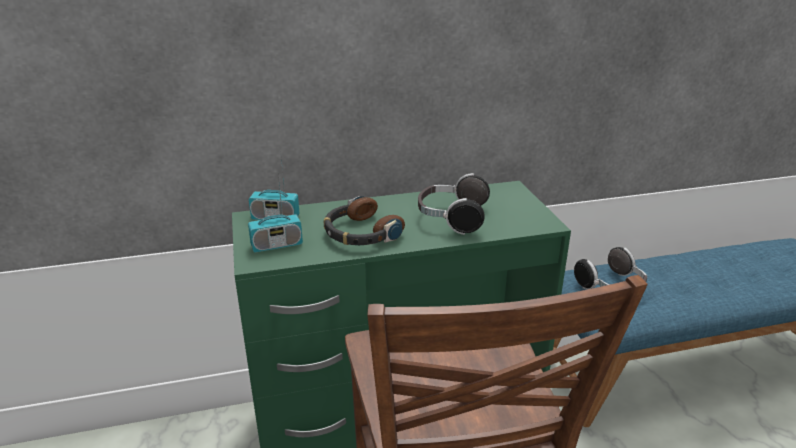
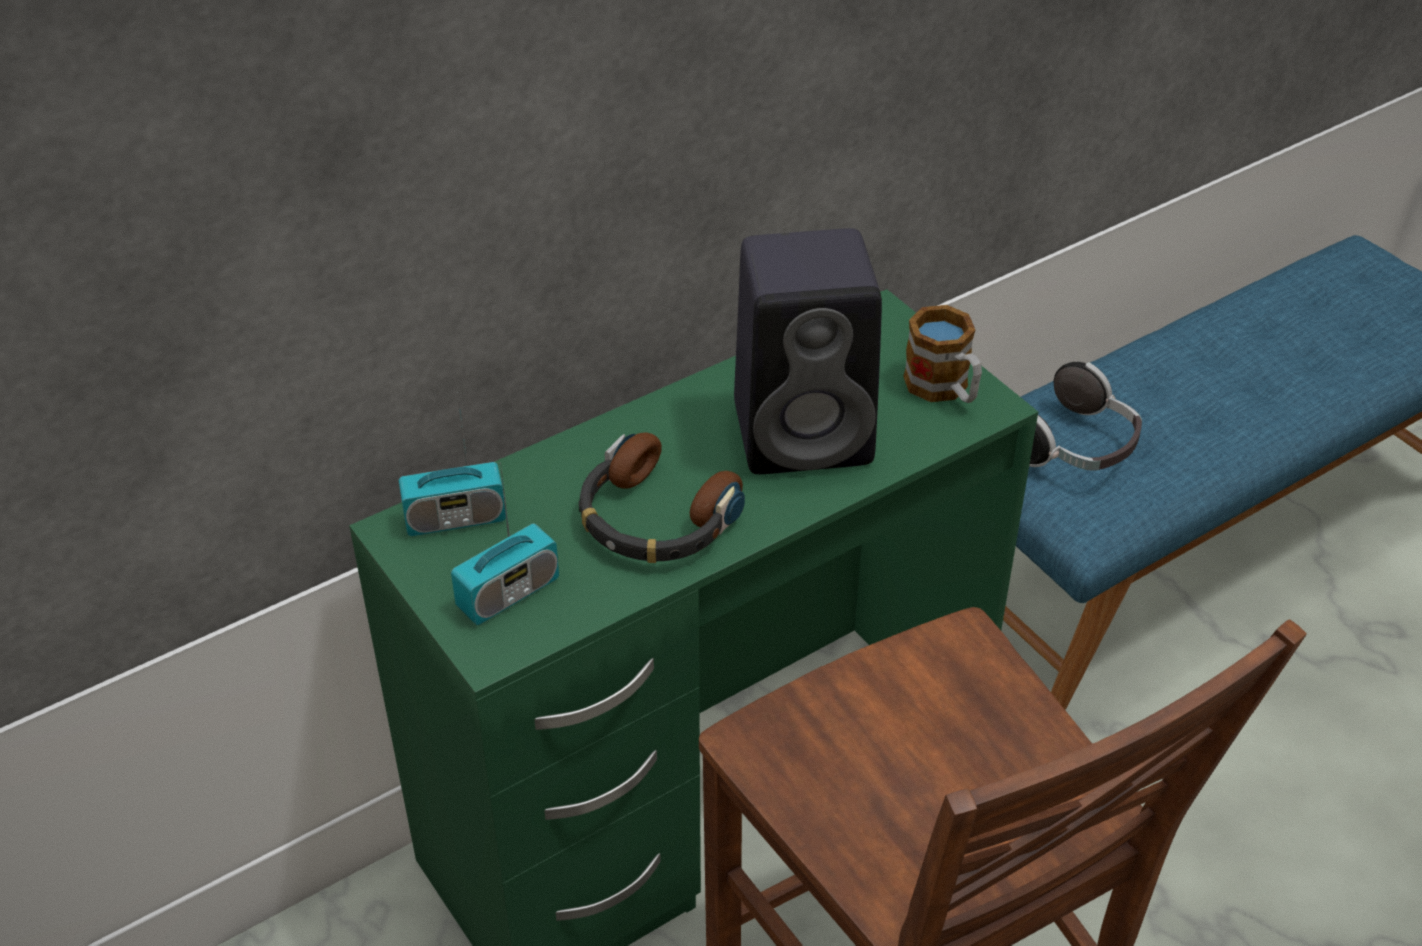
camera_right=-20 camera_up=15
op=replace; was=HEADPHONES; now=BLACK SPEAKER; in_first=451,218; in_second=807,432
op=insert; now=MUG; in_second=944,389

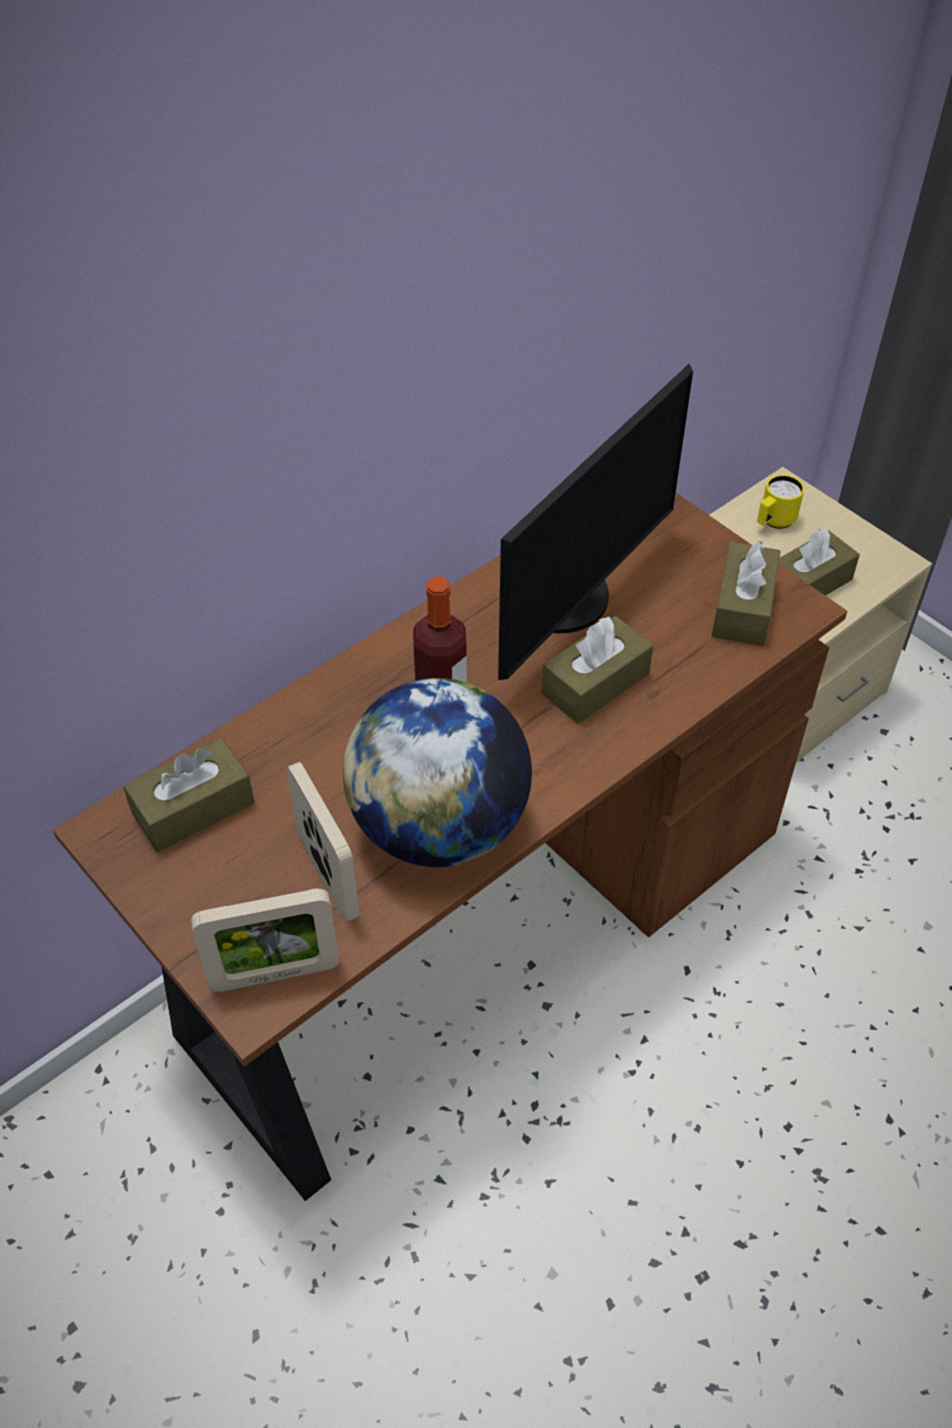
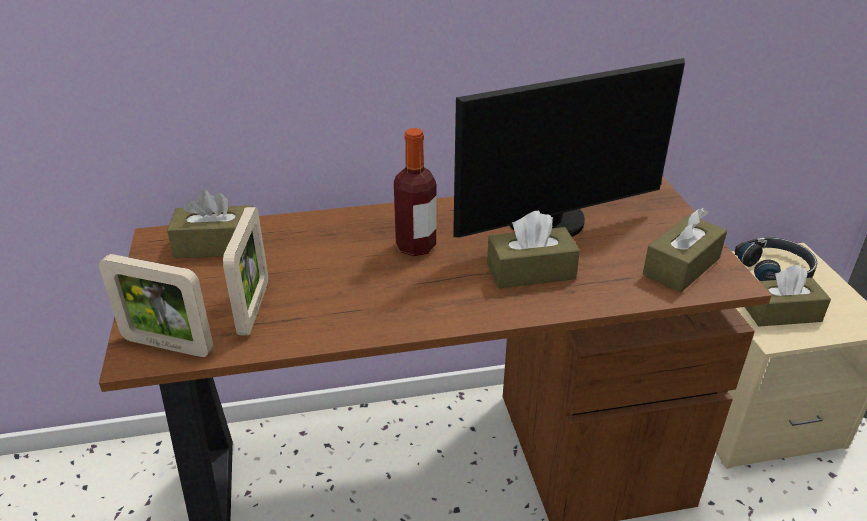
camera_right=30 camera_up=-15
op=delete; was=GLOBE; in_first=439,826
op=replace; was=YELLOW MUG; now=BLACK HEADPHONES; in_first=773,522; in_second=776,270

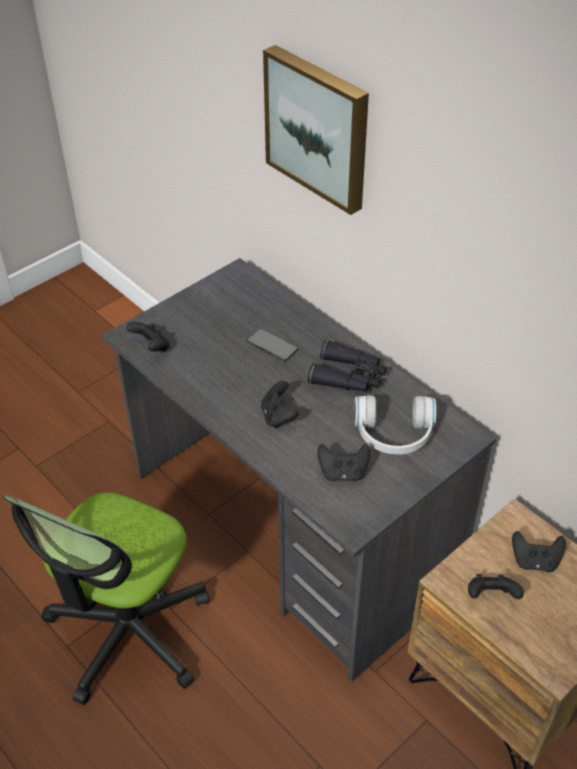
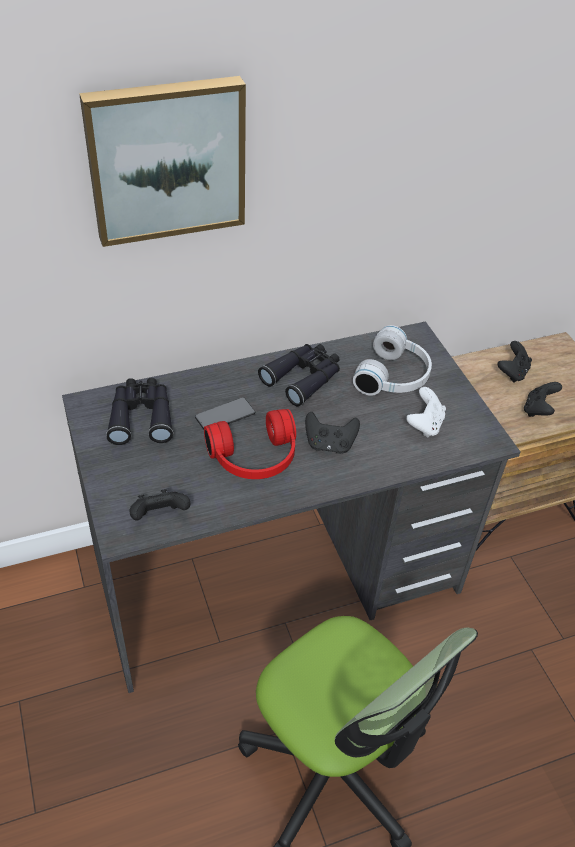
camera_right=-70 camera_up=0
op=recolor; was=BLACK GAME CONTROLLER; now=WHITE GAME CONTROLLER; in_first=343,473; in_second=424,425
op=insert; now=BLACK BINOCULARS; in_second=141,416
op=insert; now=RED HEADPHONES; in_second=255,459

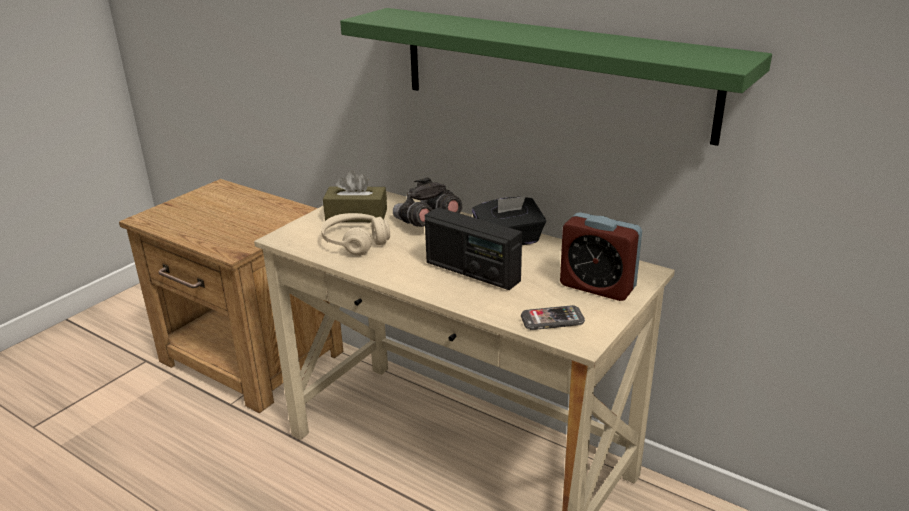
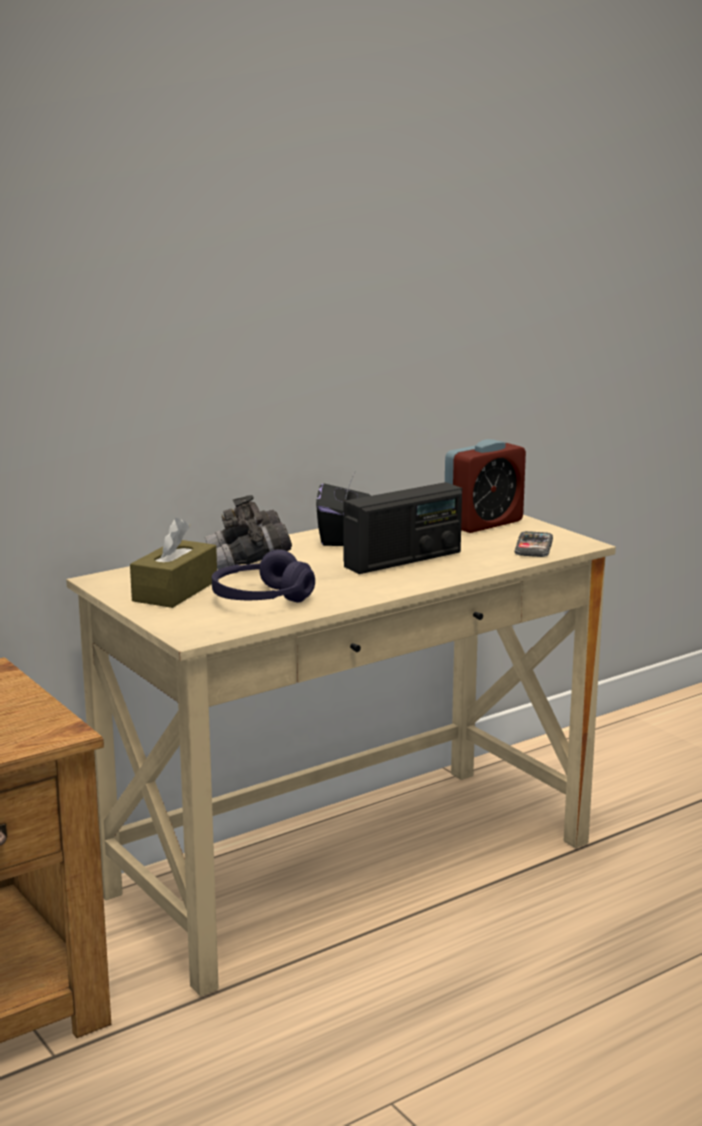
camera_right=-70 camera_up=-10
op=recolor; was=BEIGE HEADPHONES; now=PURPLE HEADPHONES; in_first=355,242; in_second=261,599
op=delete; was=GREEN SHELF; in_first=550,71

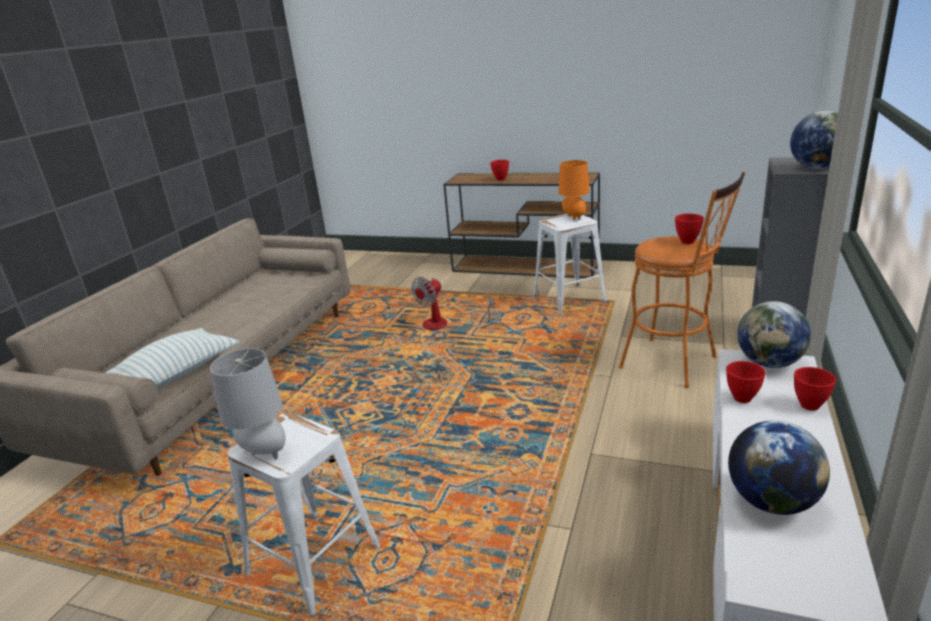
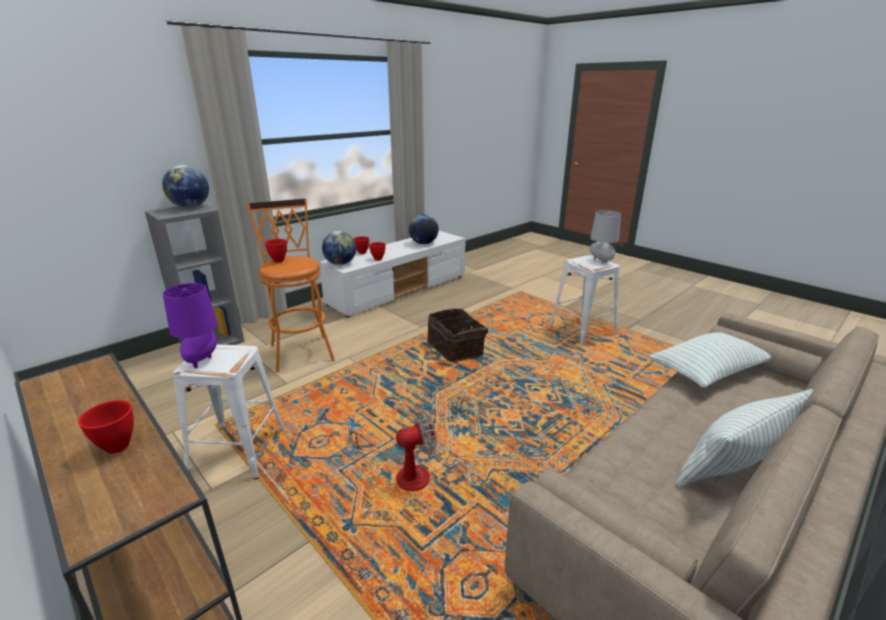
camera_right=-155 camera_up=0
op=recolor; was=ORANGE TABLE LAMP; now=PURPLE TABLE LAMP; in_first=574,218; in_second=202,360
op=insert; now=BASKET; in_second=456,348
op=insert; now=PILLOW; in_second=733,466

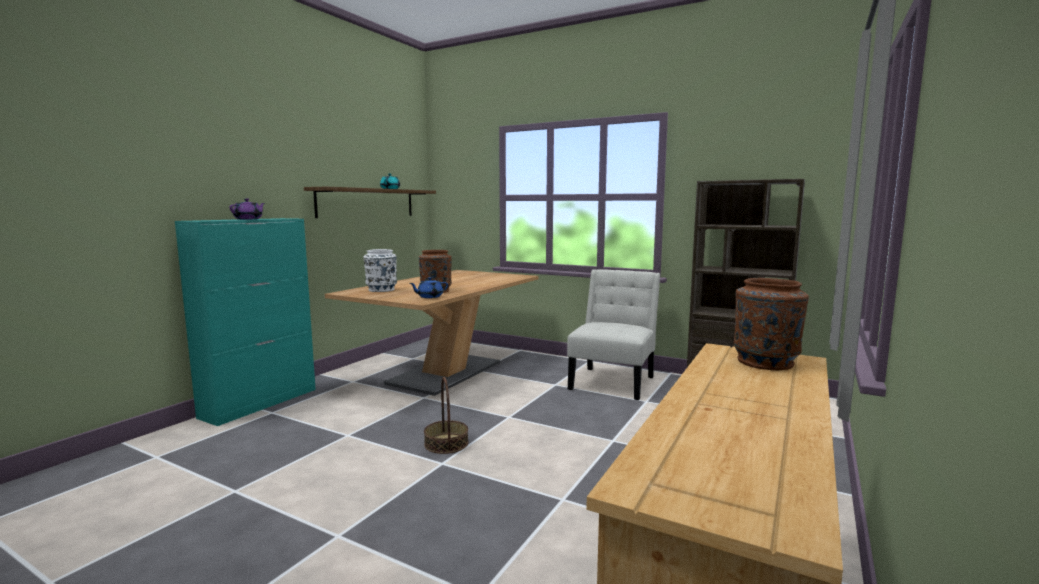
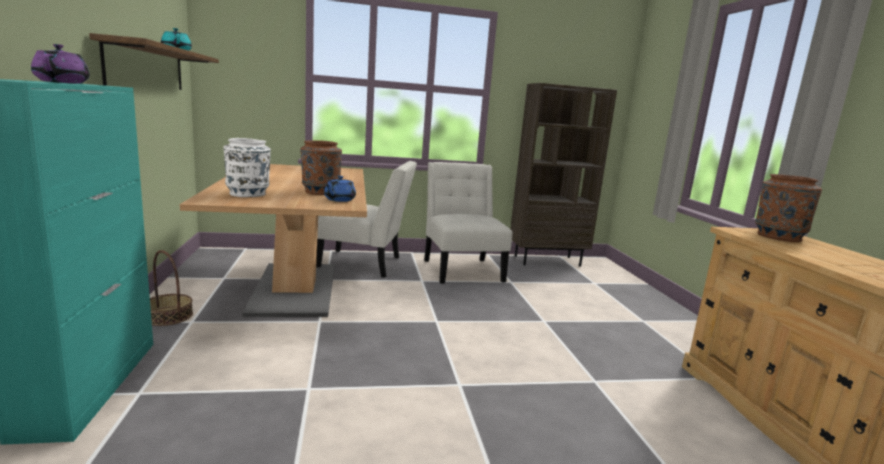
camera_right=-40 camera_up=5
op=move; was=BASKET; in_first=446,443; in_second=168,316
op=insert; now=WHITE CHAIR; in_second=365,264

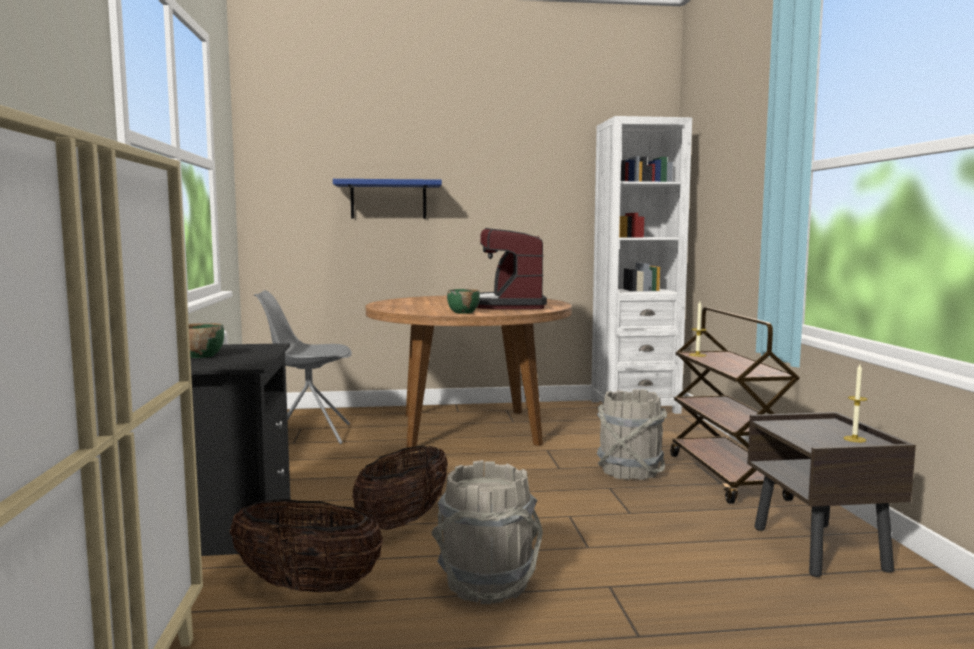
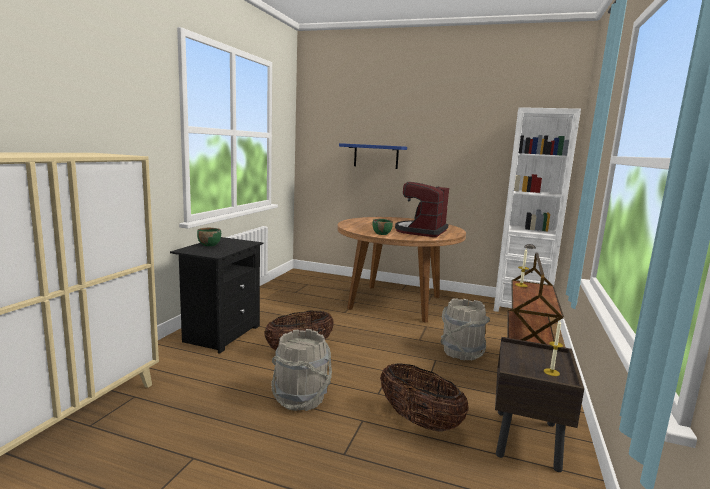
camera_right=25 camera_up=5
op=move; was=BASKET; in_first=307,587; in_second=419,421
op=delete; was=GREY CHAIR; in_first=308,435

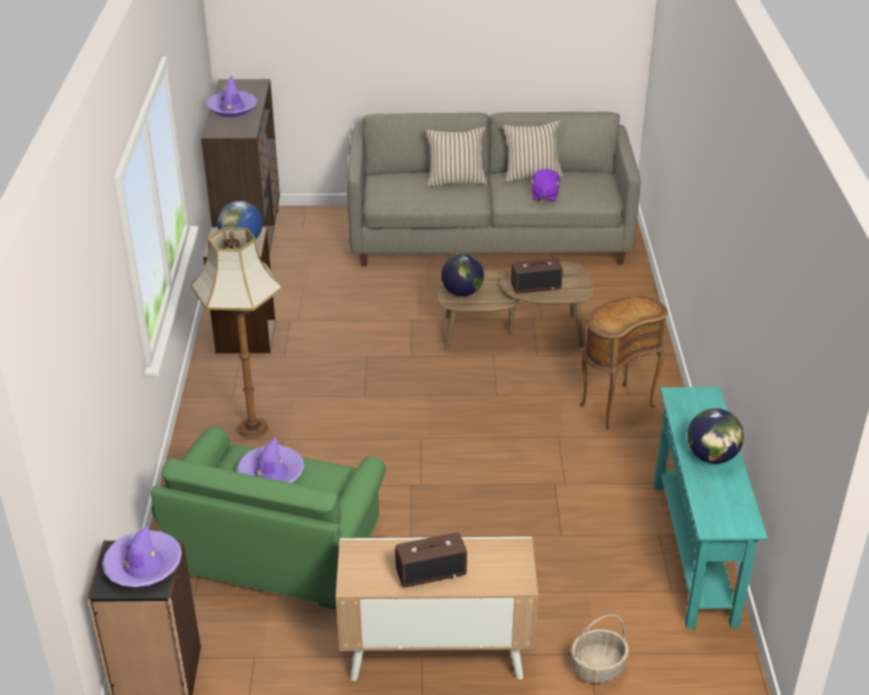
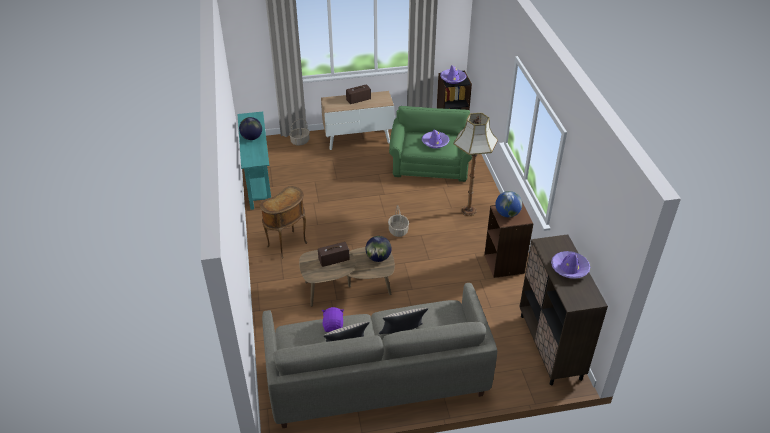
camera_right=170 camera_up=5
op=insert; now=BASKET; in_second=398,231

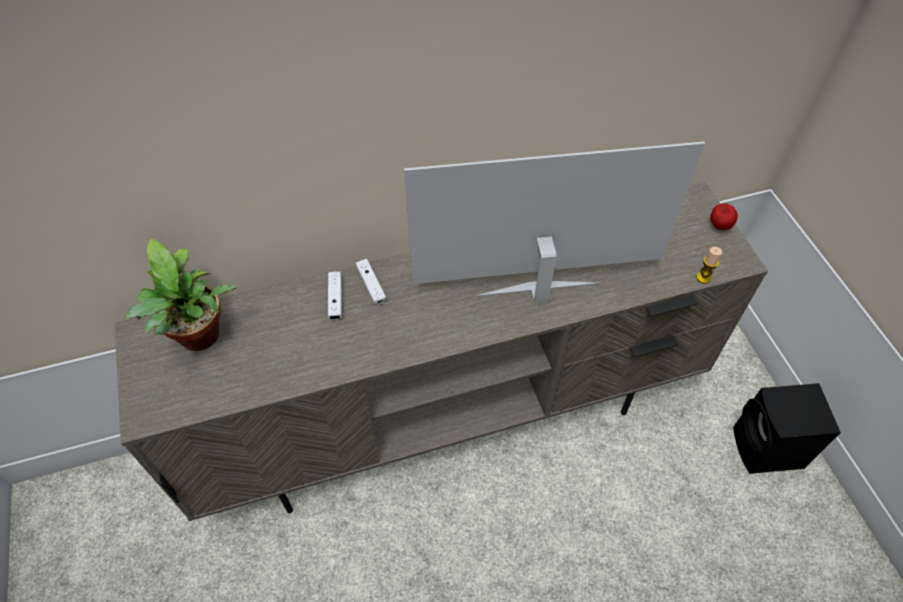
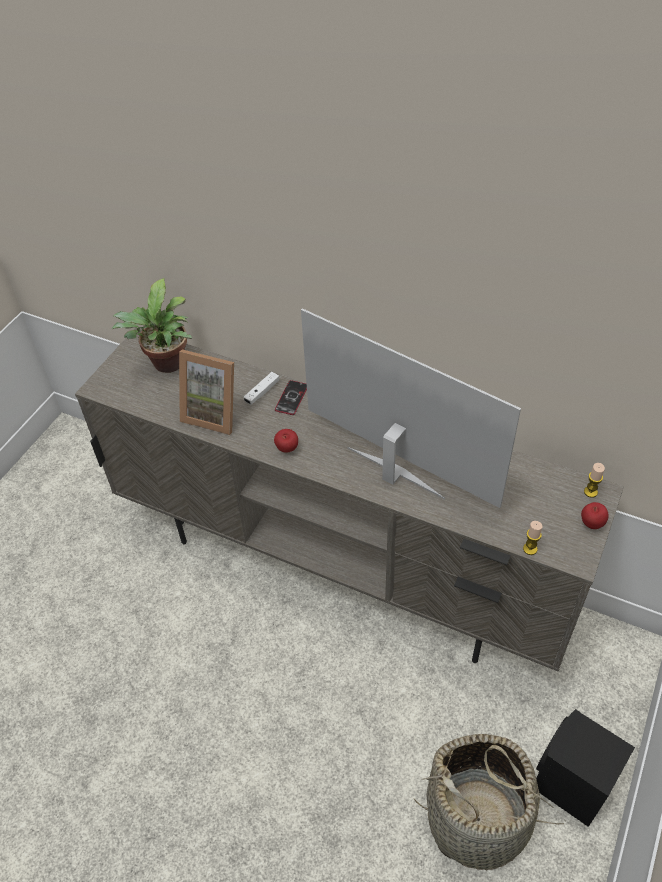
camera_right=45 camera_up=-5
op=replace; was=WHITE GAME CONTROLLER; now=PHONE; in_first=371,286; in_second=291,398
op=insert; now=PICTURE FRAME; in_second=214,413
op=insert; now=APPLE; in_second=287,449
op=insert; now=BASKET; in_second=479,819
op=insert; now=CANDLE; in_second=590,492

